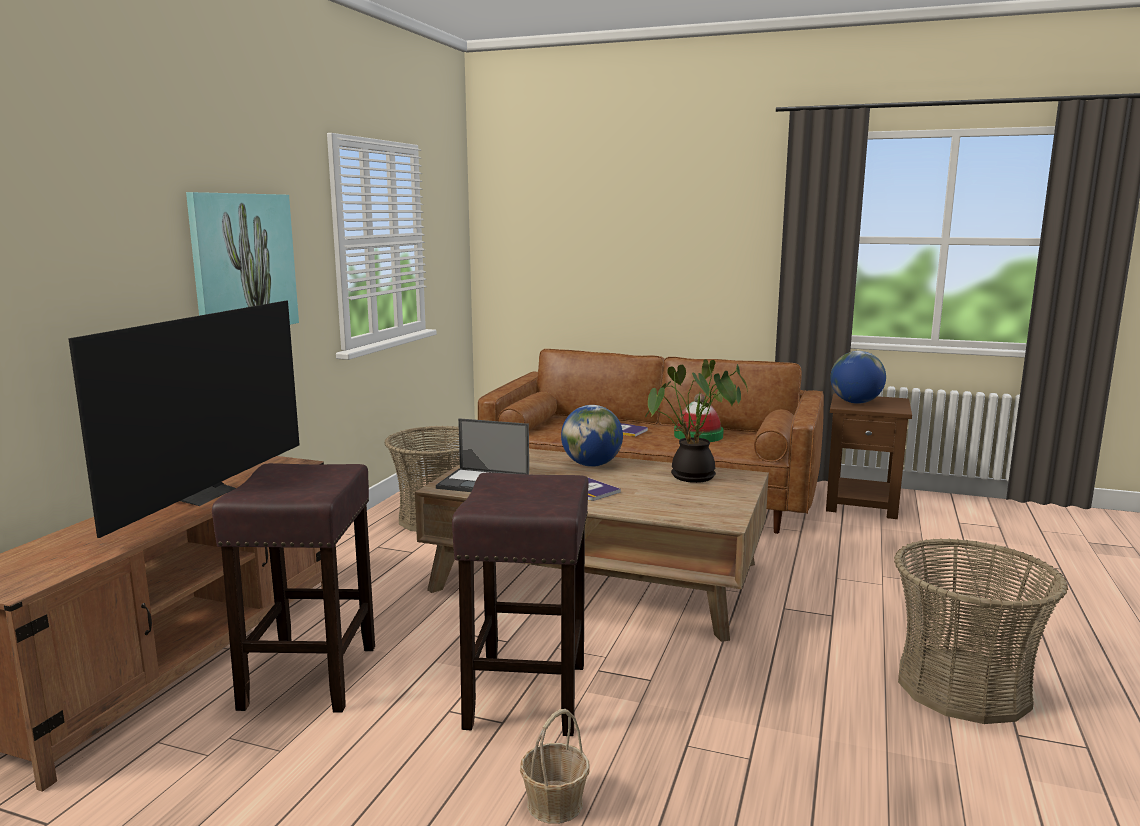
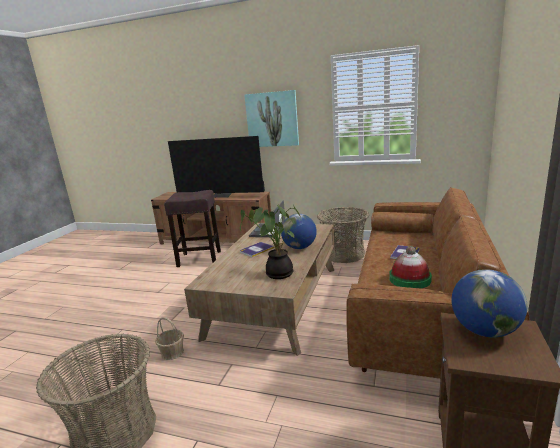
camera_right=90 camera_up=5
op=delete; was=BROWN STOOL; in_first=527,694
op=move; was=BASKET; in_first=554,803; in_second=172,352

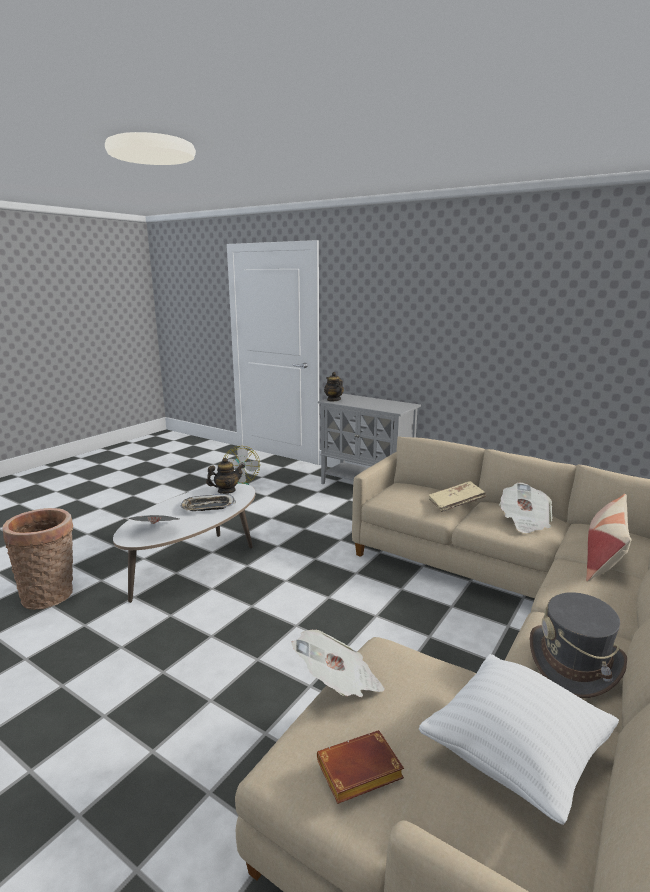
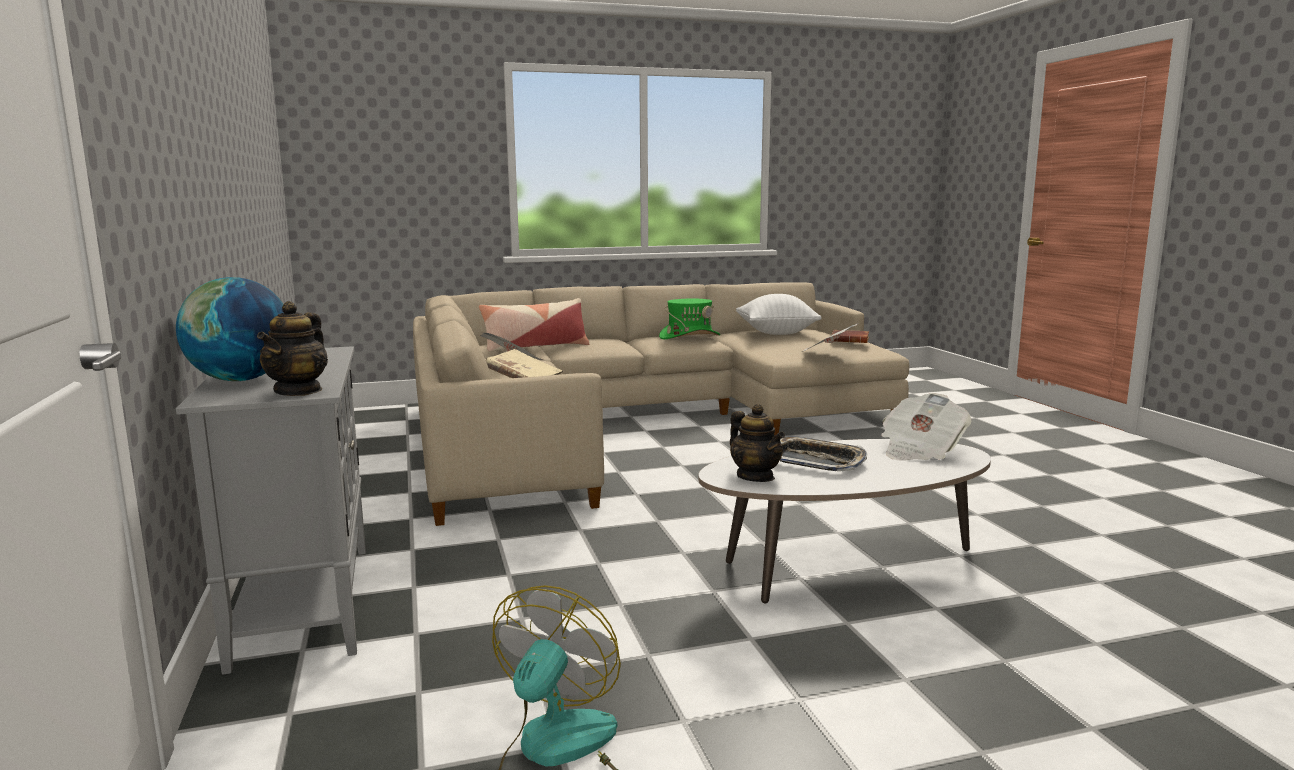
camera_right=-140 camera_up=-5
op=delete; was=BASKET; in_first=51,595
op=rotate; was=TEAPOT; in_first=226,491; in_second=755,477; clockwise=-135
op=recolor; was=GREY HAT; now=GREEN HAT; in_first=574,663; in_second=689,337
op=insert; now=GLOBE; in_second=241,380

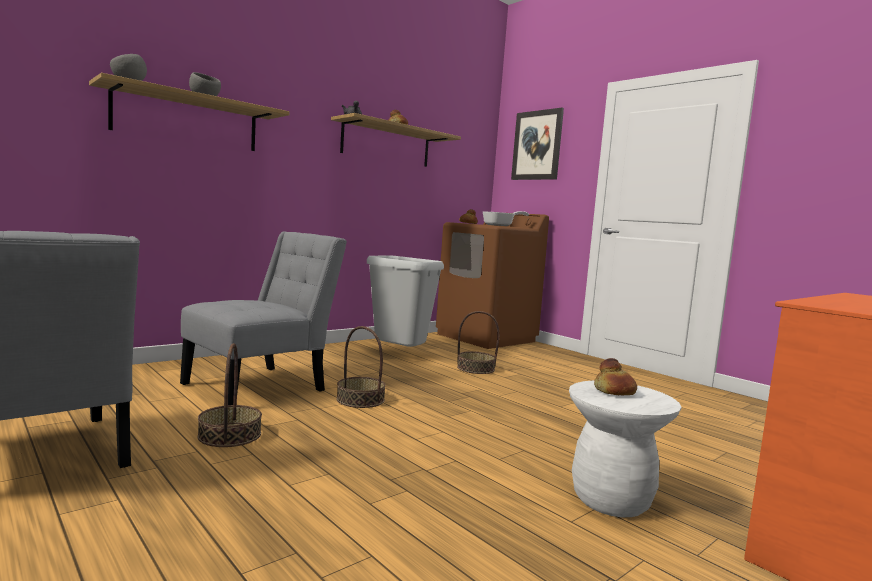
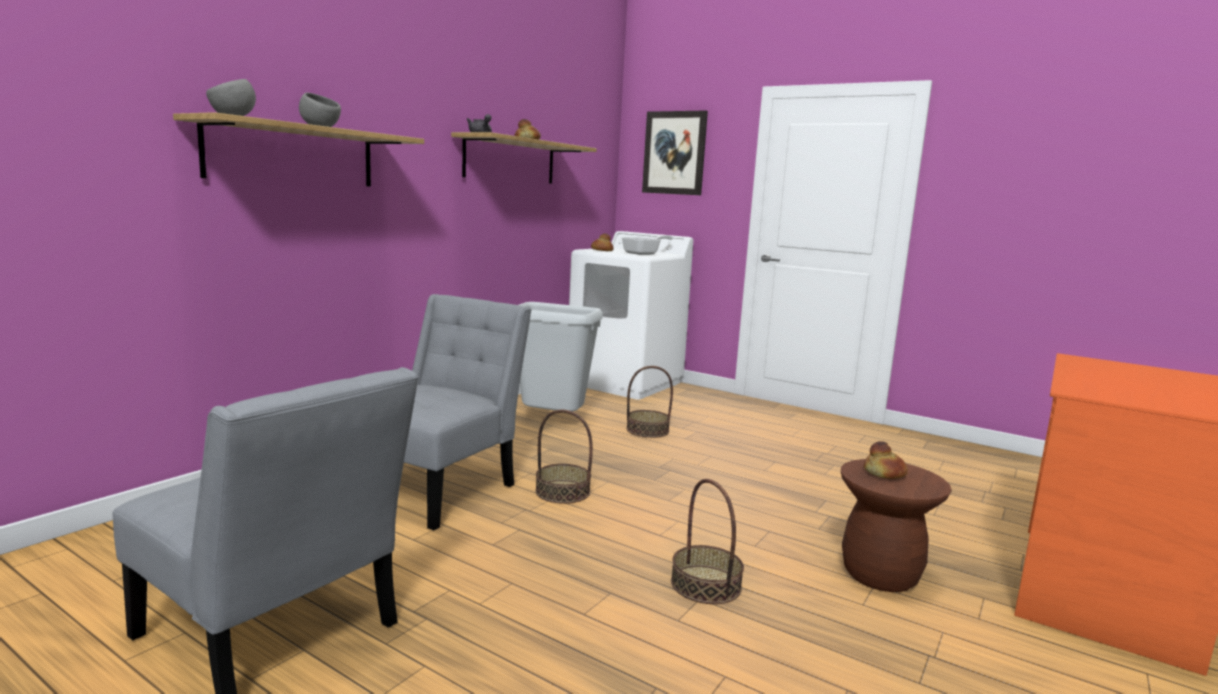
camera_right=-15 camera_up=5
op=move; was=BASKET; in_first=230,435; in_second=706,584
op=recolor; was=BROWN WASHING MACHINE; now=WHITE WASHING MACHINE; in_first=486,338; in_second=625,383
op=recolor; was=WHITE STOOL; now=BROWN STOOL; in_first=611,500; in_second=880,575

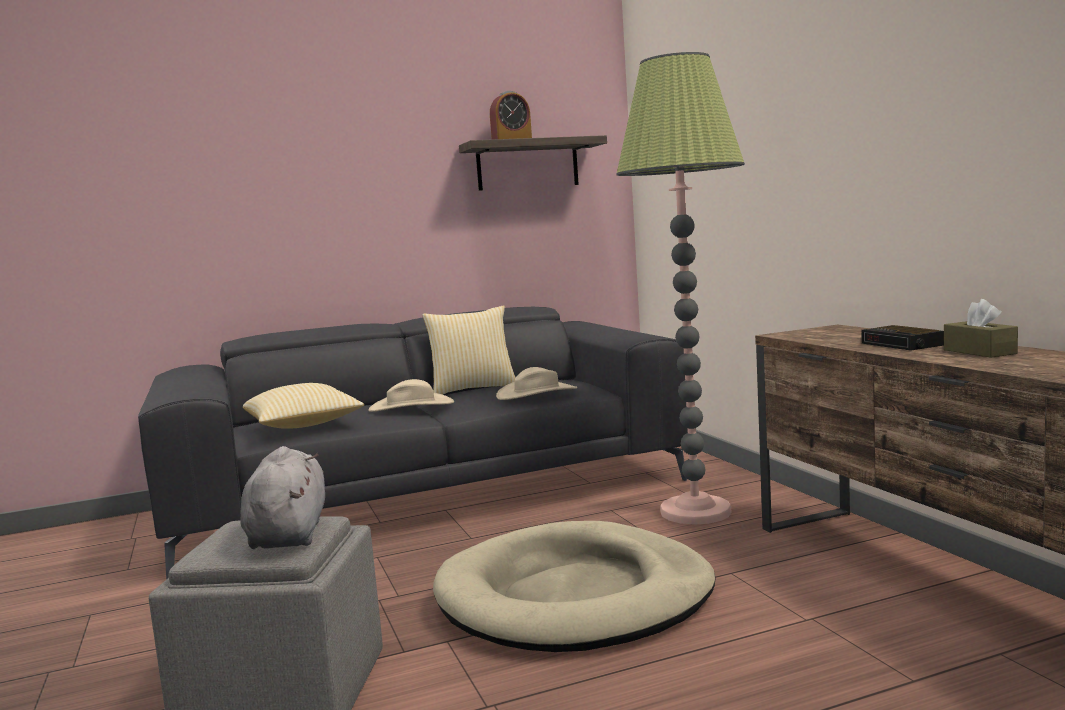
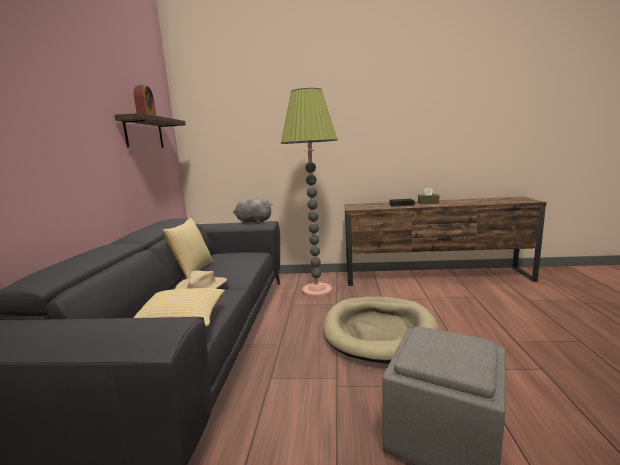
camera_right=-65 camera_up=5
op=move; was=GREY PLUSH TOY; in_first=289,534; in_second=252,222
op=delete; was=BEIGE HAT; in_first=537,393

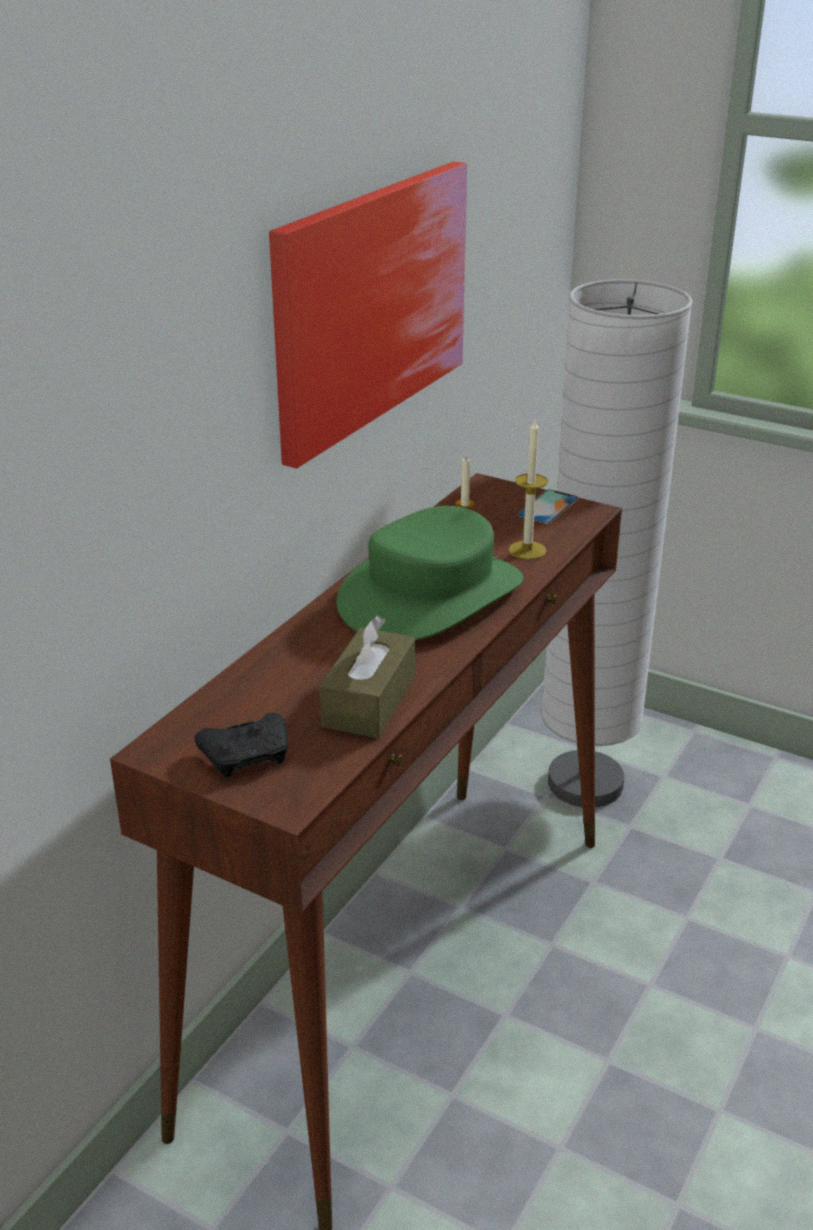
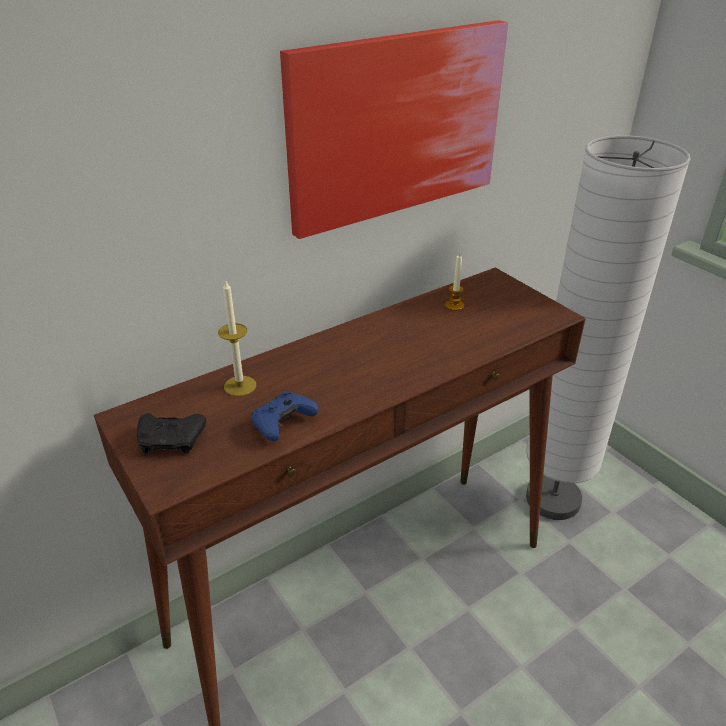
camera_right=25 camera_up=5
op=replace; was=BROWN TISSUE BOX; now=BLUE GAME CONTROLLER; in_first=369,701; in_second=282,423
op=delete; was=GREEN HAT; in_first=430,595
op=move; was=CANDLE; in_first=527,550; in_second=240,386
op=delete; was=PHONE; in_first=548,507

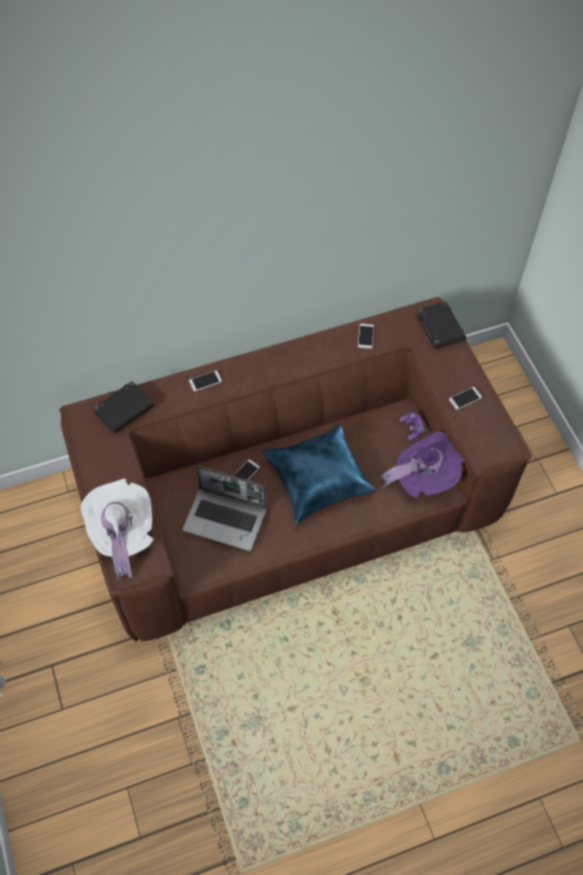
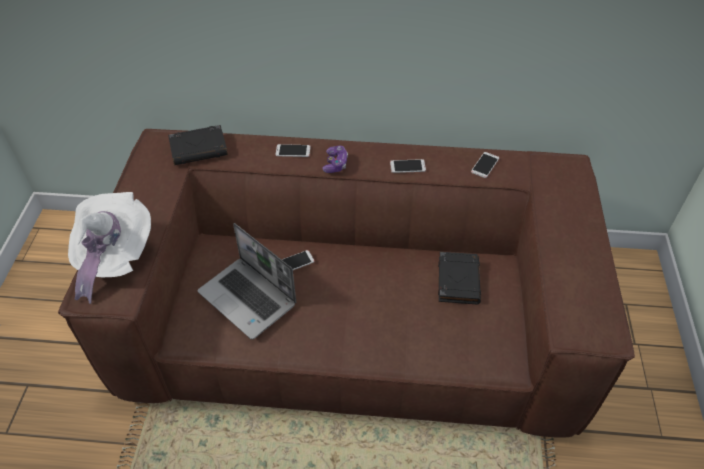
camera_right=25 camera_up=-10
op=delete; was=BLUE PILLOW; in_first=318,479
op=delete; was=PURPLE HAT; in_first=424,476
op=move; was=GAME CONTROLLER; in_first=412,428; in_second=335,164
op=move; was=BLACK BOOK; in_first=439,327; in_second=458,280
op=move; was=PHONE; in_first=465,398; in_second=407,166

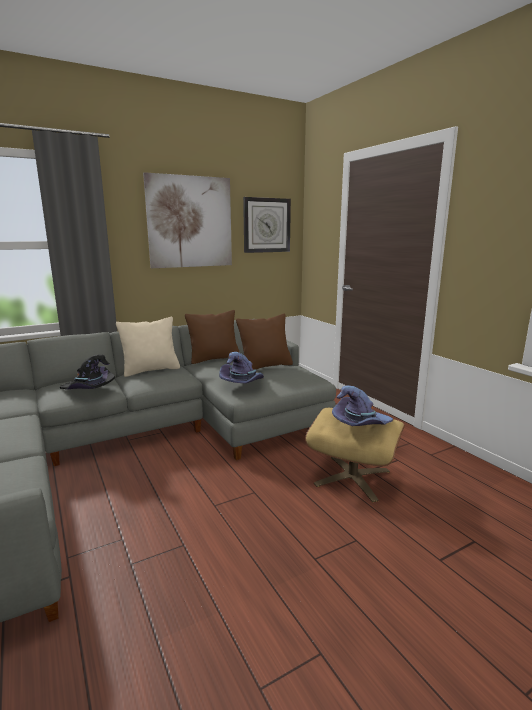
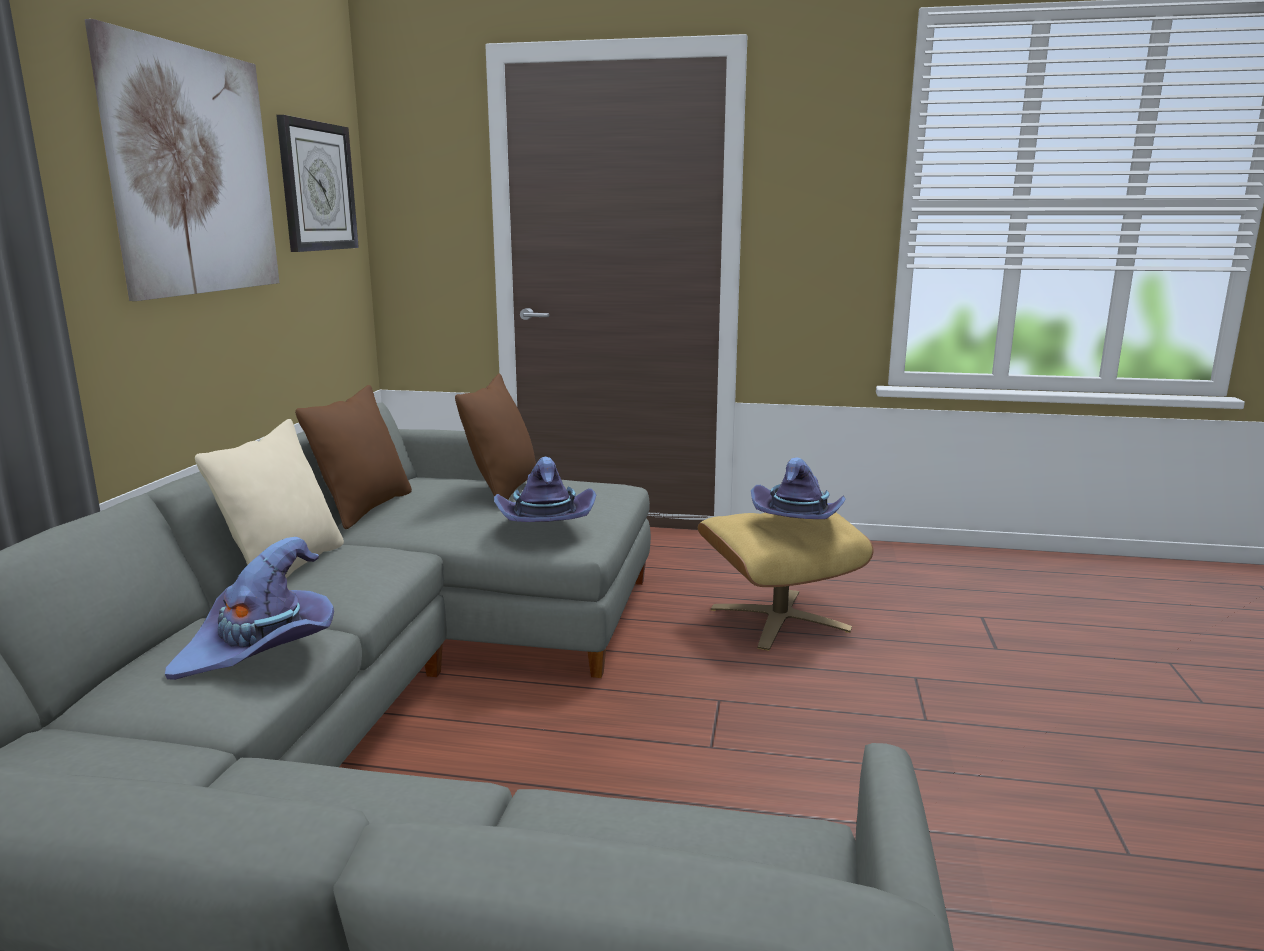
camera_right=-50 camera_up=0
op=recolor; was=BLACK HAT; now=PURPLE HAT; in_first=89,389; in_second=261,648

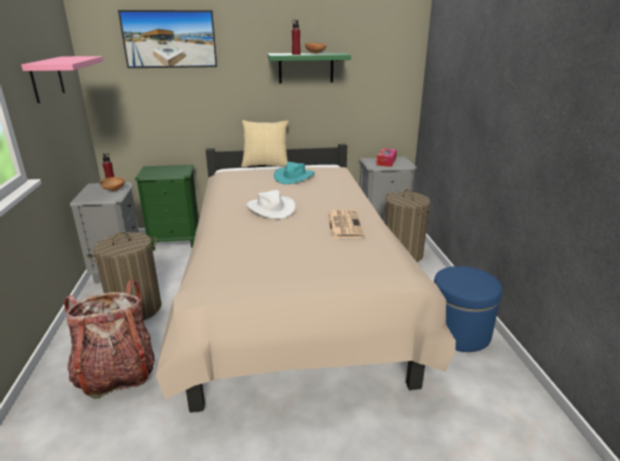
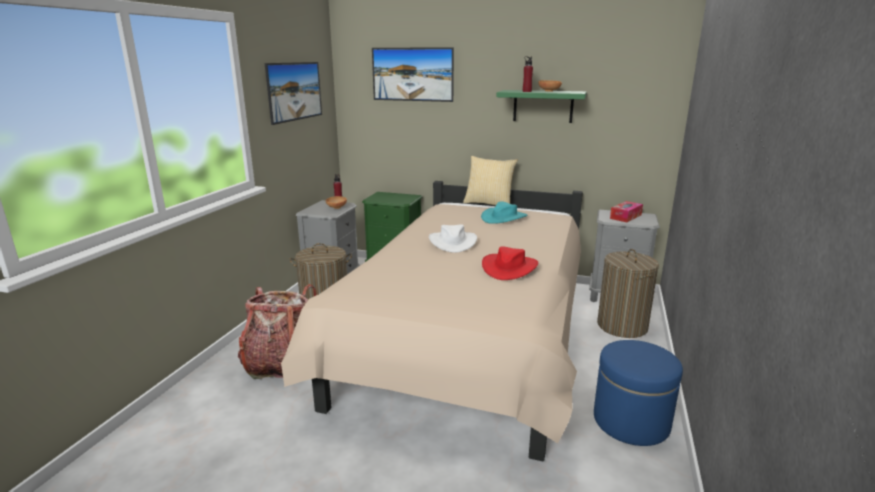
camera_right=25 camera_up=-5
op=replace; was=PINK SHELF; now=PICTURE; in_first=47,79; in_second=296,105
op=replace; was=NEWSPAPER; now=RED HAT; in_first=343,224; in_second=509,267

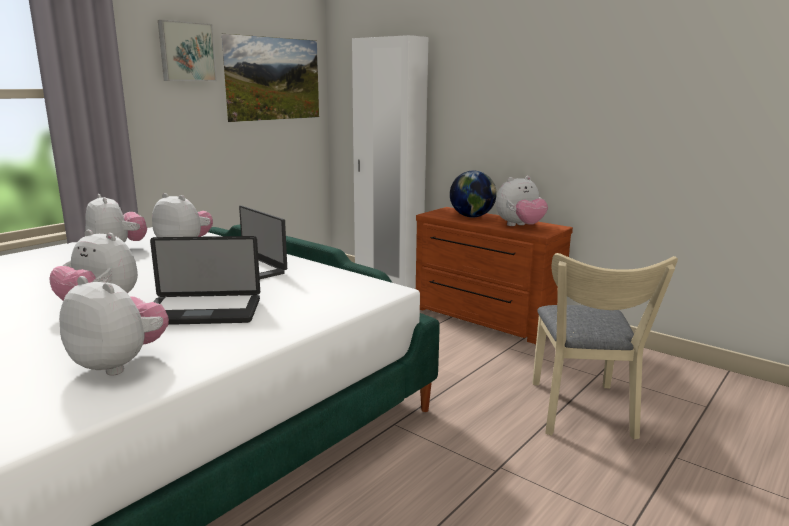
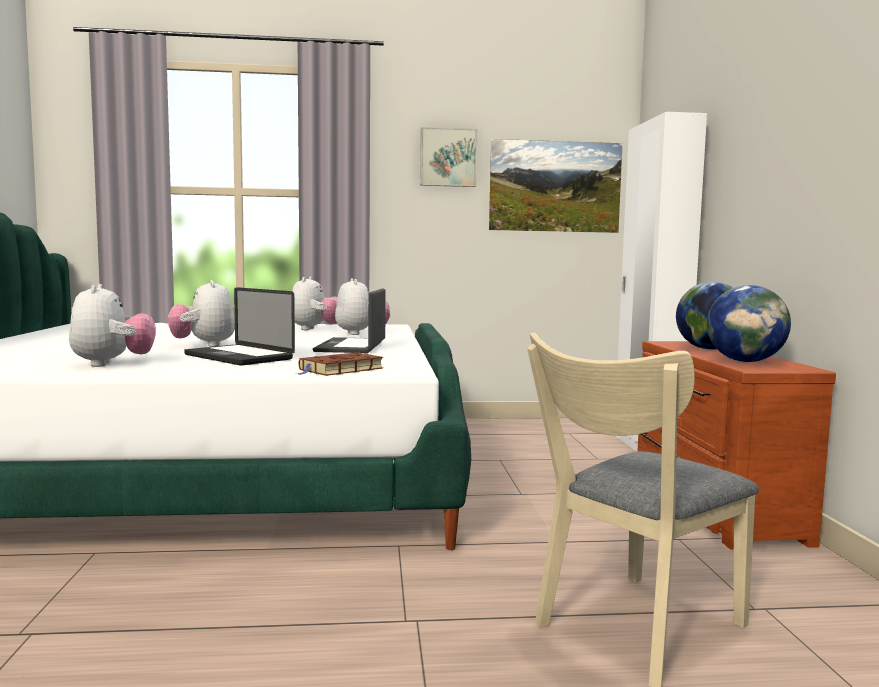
camera_right=45 camera_up=-10
op=replace; was=PLUSH TOY; now=GLOBE; in_first=520,226; in_second=745,361
op=insert; now=BROWN BOOK; in_second=339,370

